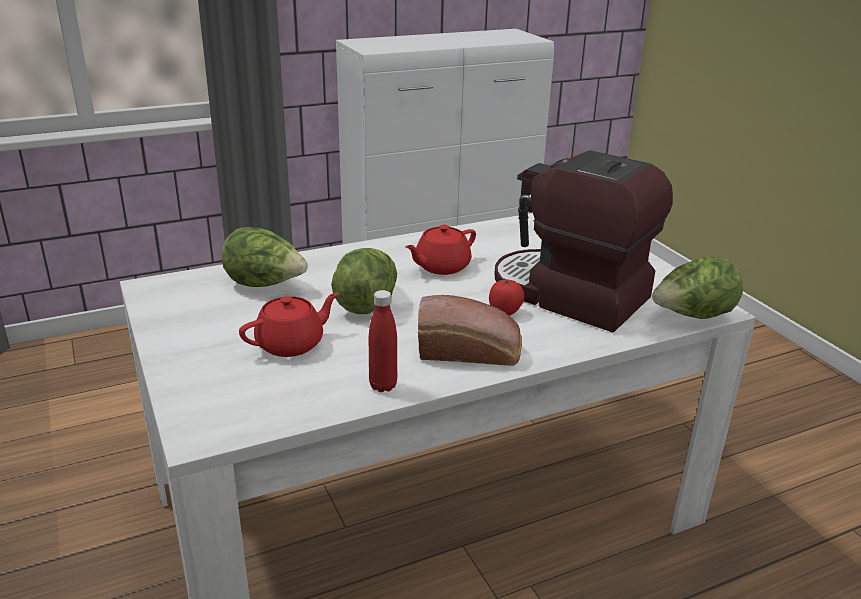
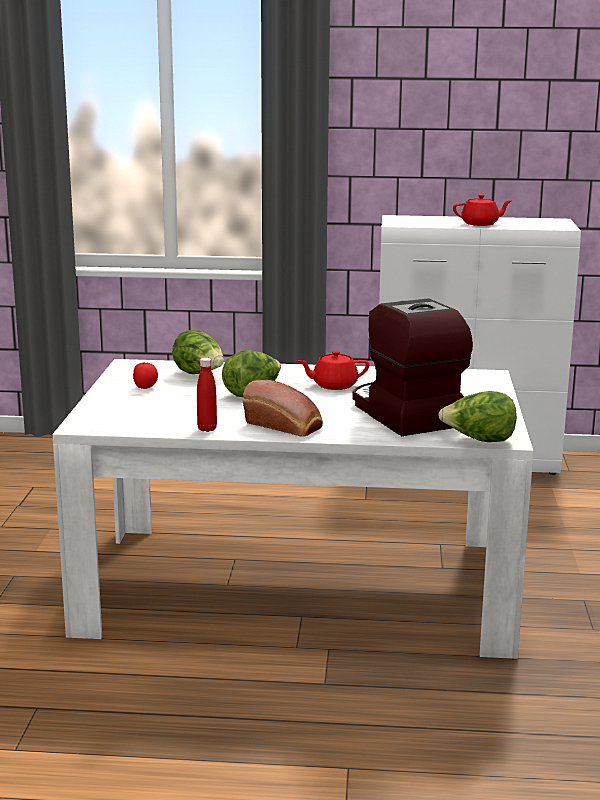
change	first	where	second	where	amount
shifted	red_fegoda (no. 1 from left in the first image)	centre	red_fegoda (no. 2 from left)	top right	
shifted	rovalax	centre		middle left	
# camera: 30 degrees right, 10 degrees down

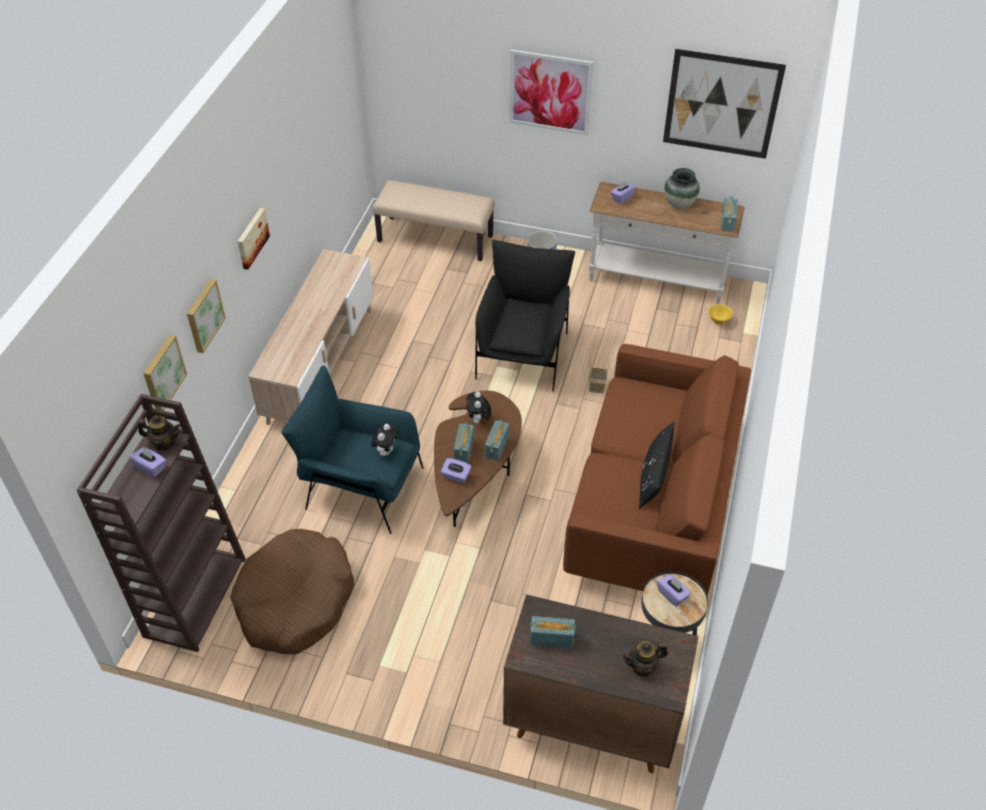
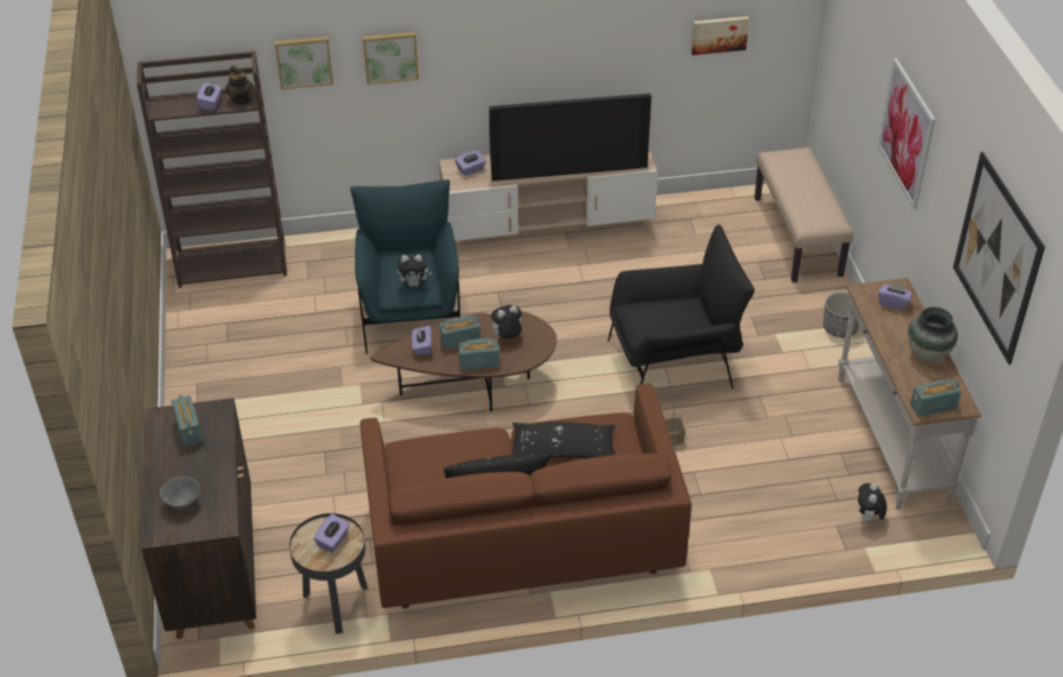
change	first	where	second	where	amount
gone	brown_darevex	bottom left			
new			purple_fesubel (no. 4 from left)	top centre	
new			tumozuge	top centre	
new			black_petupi (no. 2 from left)	centre	
shifted	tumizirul (no. 3 from left)	top left		top right	
swapped	fegoda (no. 2 from left)	bottom centre	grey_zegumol	bottom left	
swapped	yellow_zegumol	middle right	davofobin (no. 3 from left)	bottom right	
# camera: 65 degrees right, 5 degrees down

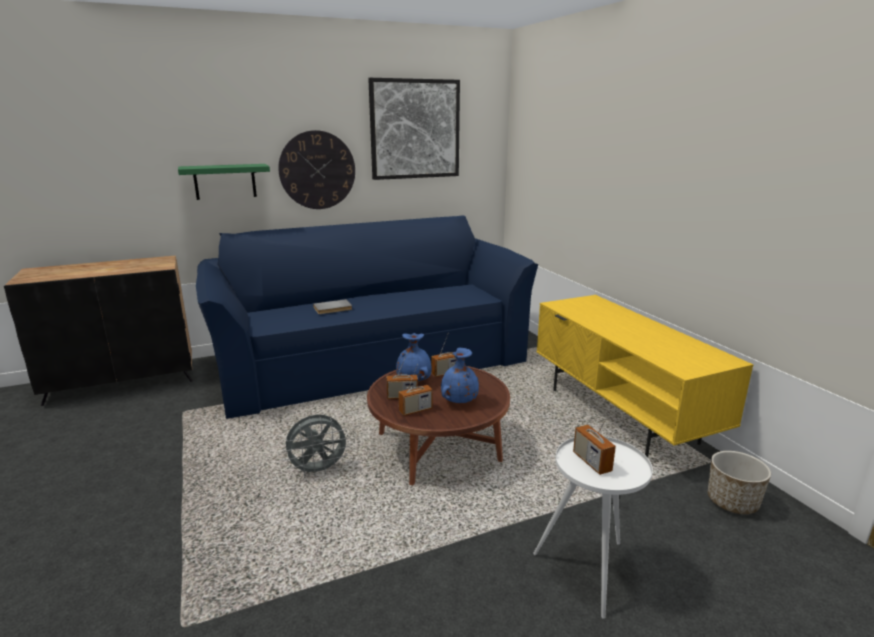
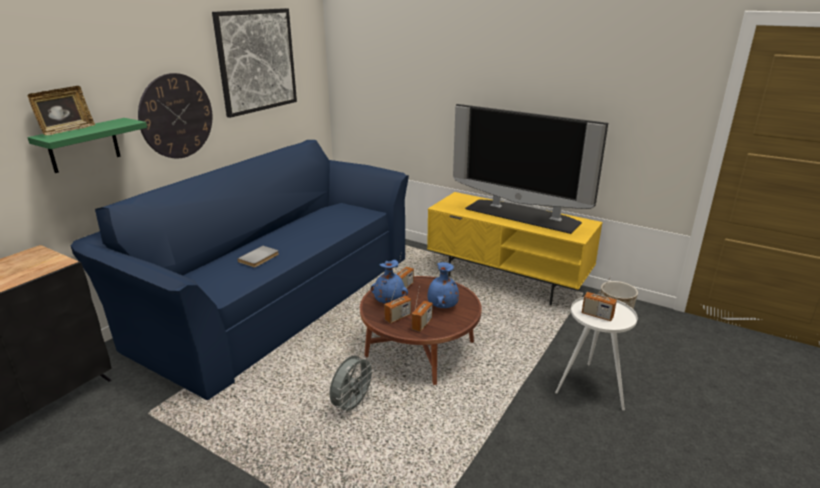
change	first	where	second	where	amount
new			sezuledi	top left	
new			tumozuge	centre	
# camera: 35 degrees left, 5 degrees up

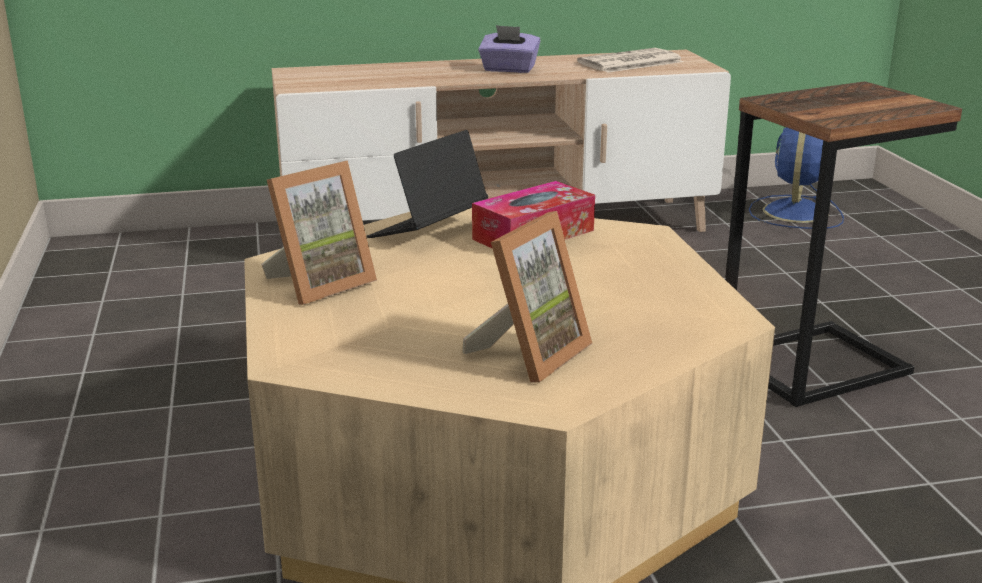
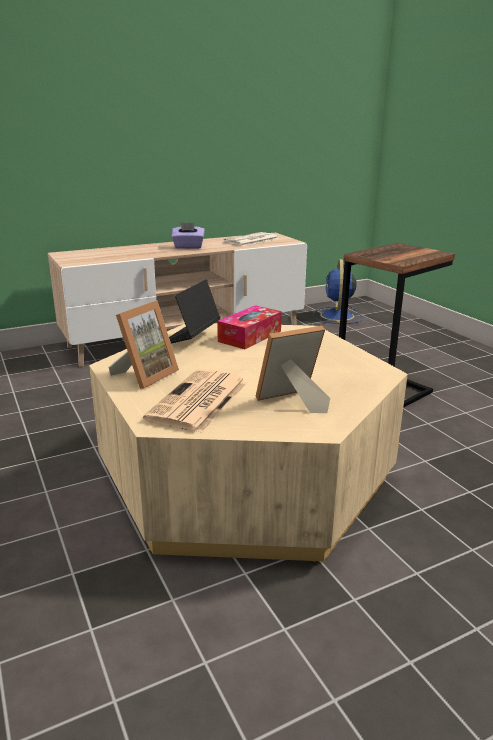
change	first	where	second	where	amount
new			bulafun (no. 1 from left)	centre	
rotated	sezuledi (no. 2 from left)	centre		centre	135 degrees counterclockwise
# camera: 15 degrees left, 0 degrees up

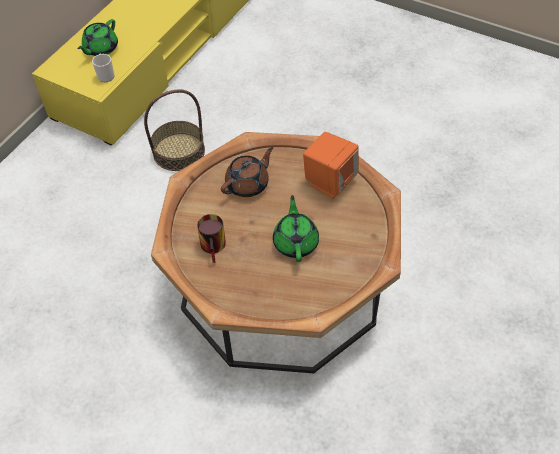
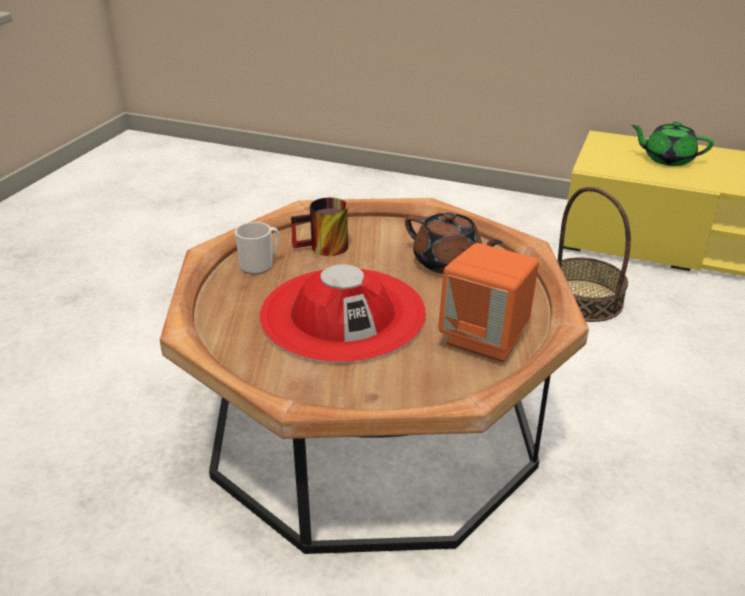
change	first	where	second	where	amount
shifted	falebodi (no. 1 from left)	top left		centre	
swapped	green_fegoda (no. 2 from left)	centre	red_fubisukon	centre	
# camera: 80 degrees right, 20 degrees down

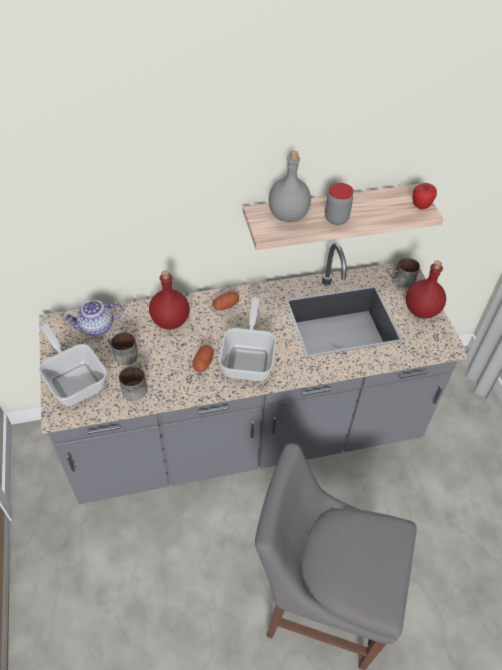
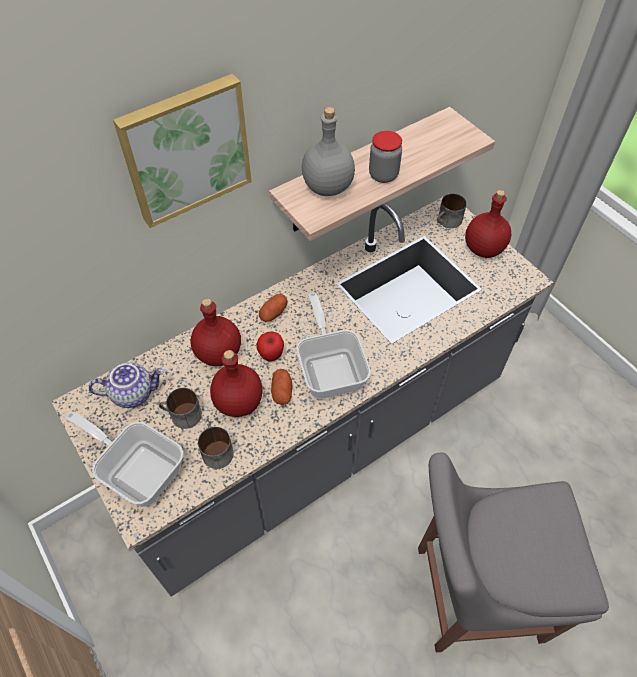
change	first	where	second	where	amount
new			tumizirul	top left	
new			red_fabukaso (no. 2 from left)	centre	
shifted	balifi	top right		centre	
rotated	fegoda	middle left		middle left	150 degrees counterclockwise
# camera: 20 degrees left, 5 degrees up

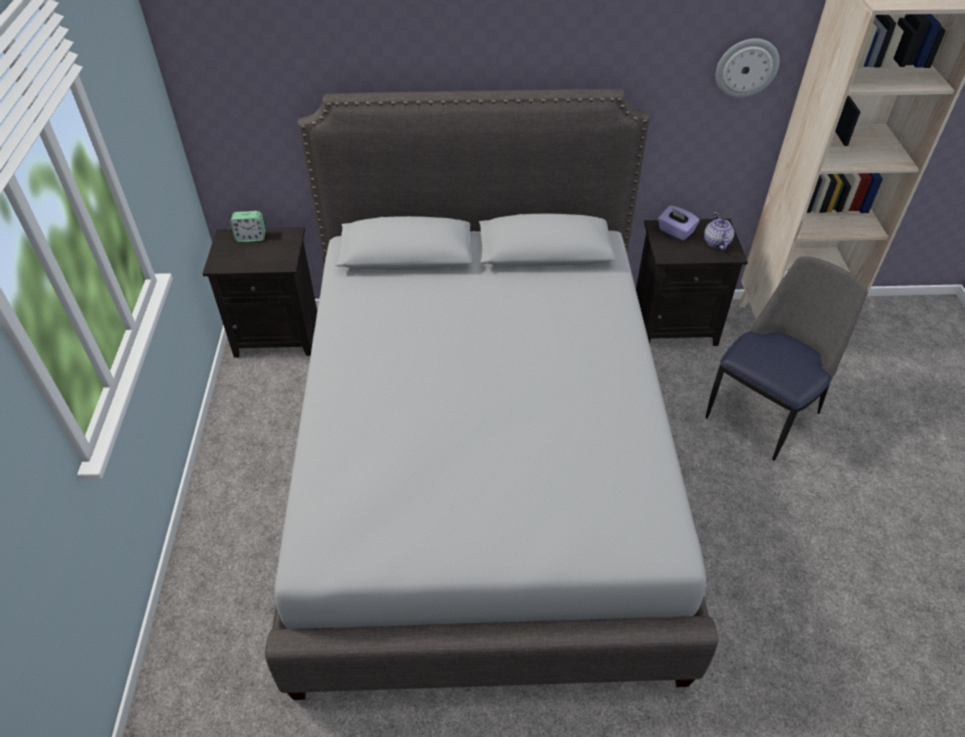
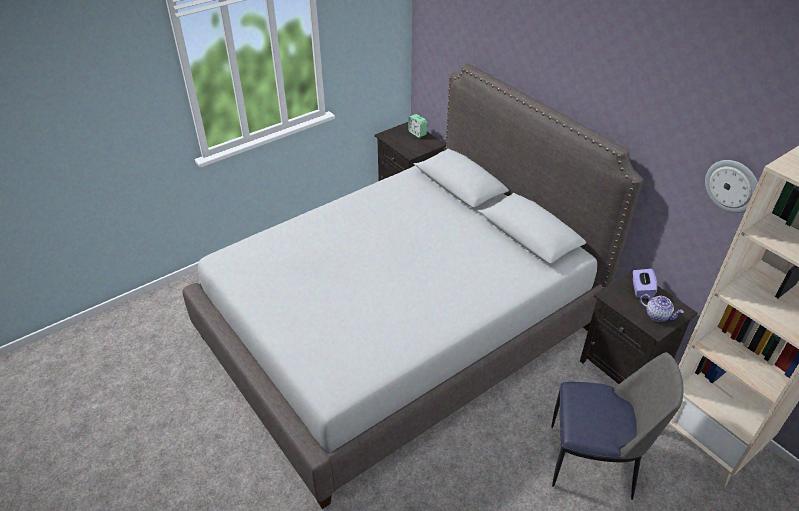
change	first	where	second	where	amount
rotated	fegoda	top right		middle right	75 degrees clockwise
# camera: 55 degrees right, 5 degrees down

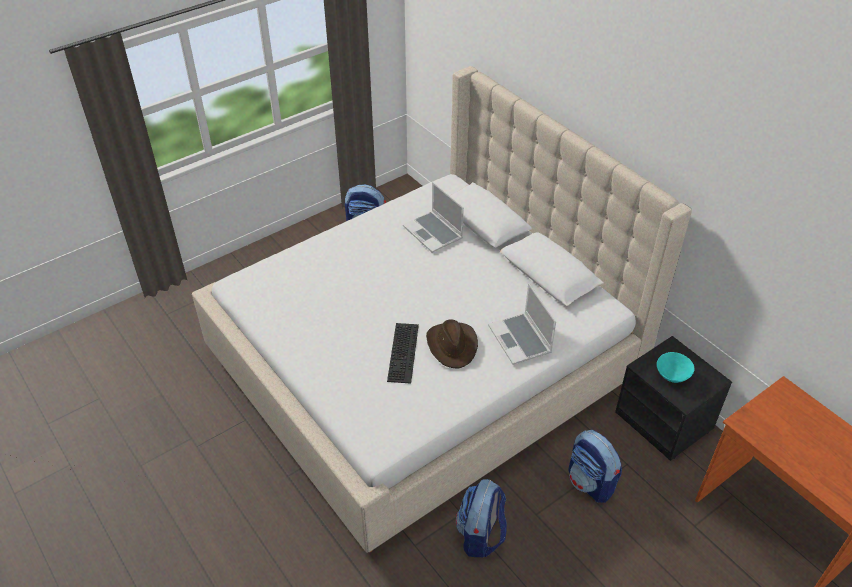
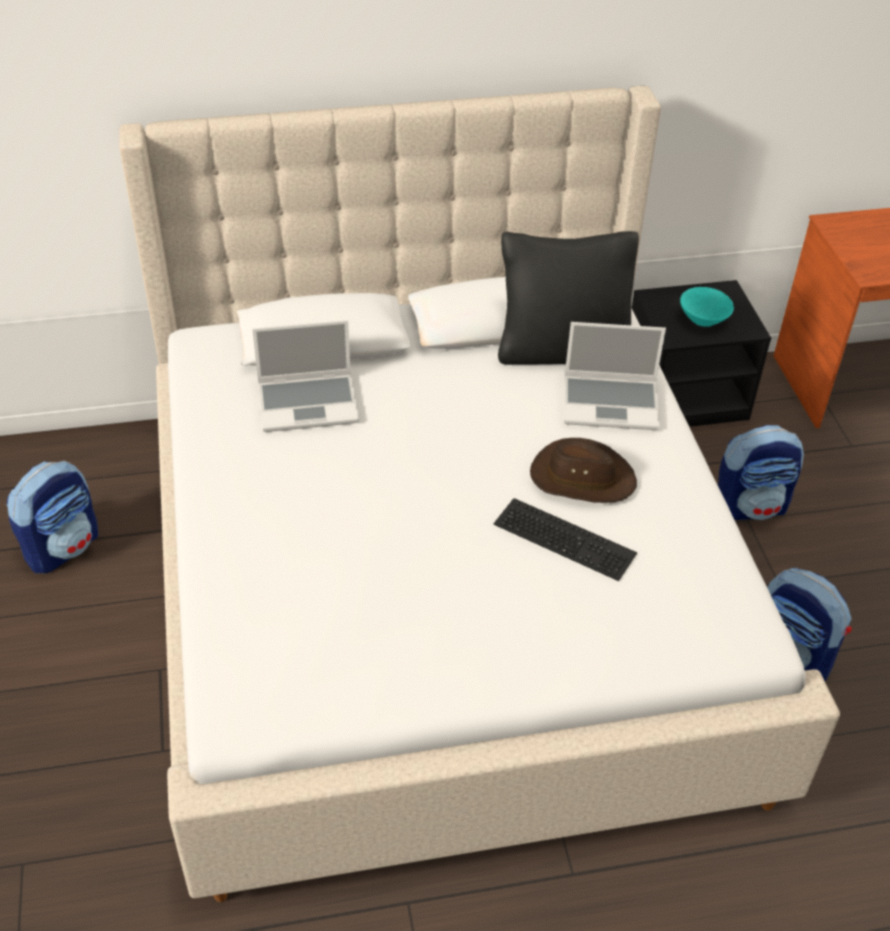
change	first	where	second	where	amount
new			black_petupi	top centre	
# camera: 65 degrees left, 0 degrees up

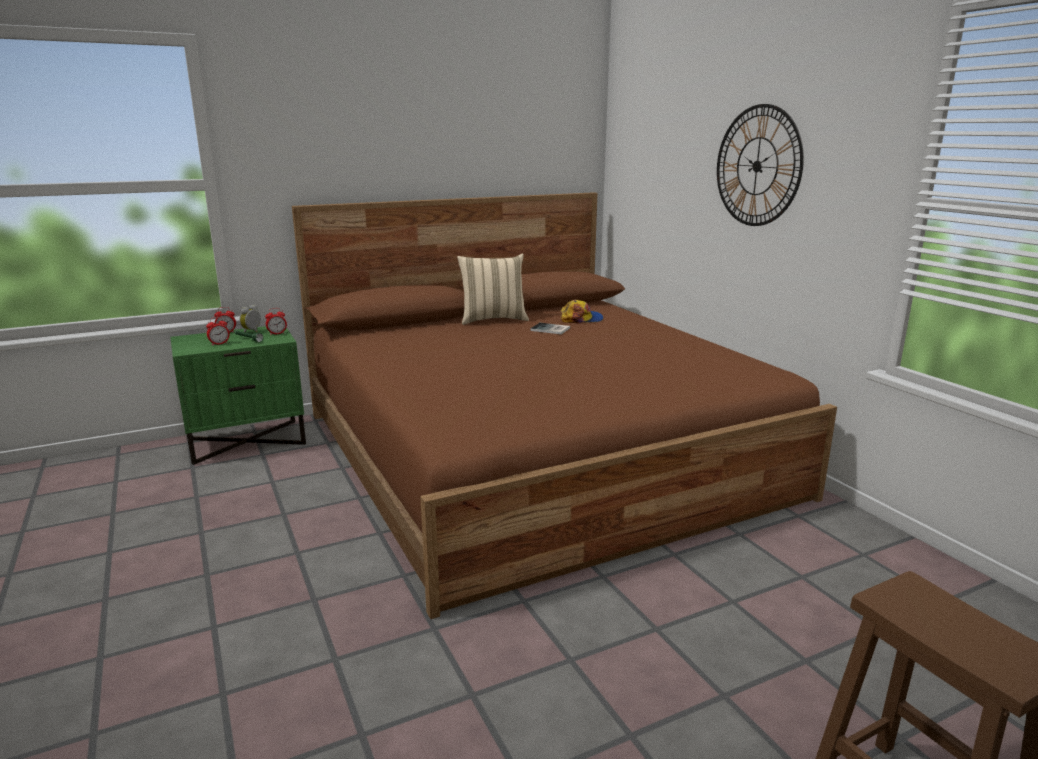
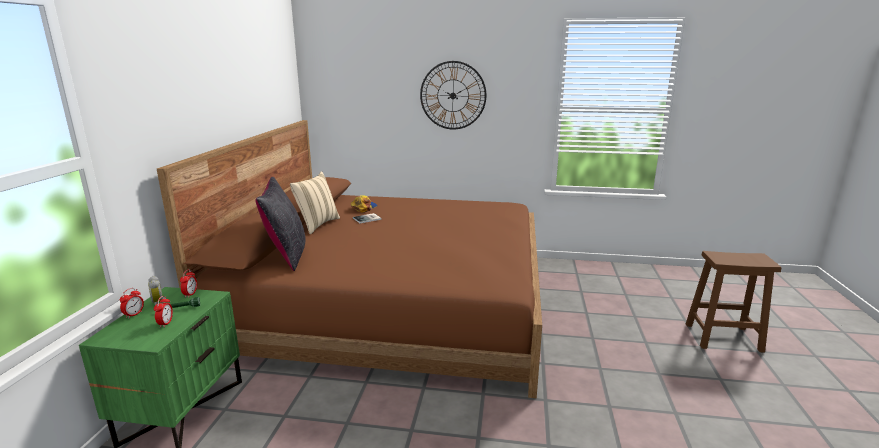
change	first	where	second	where	amount
new			black_petupi	middle left	
# camera: 55 degrees left, 0 degrees up

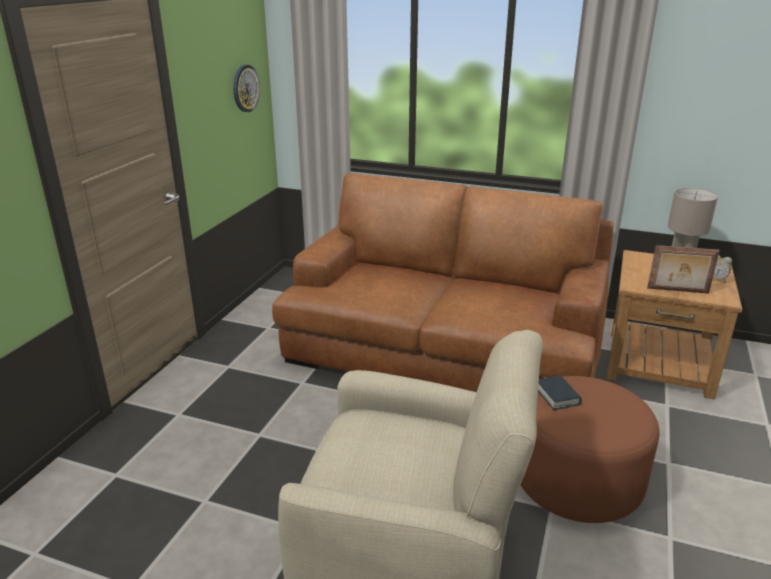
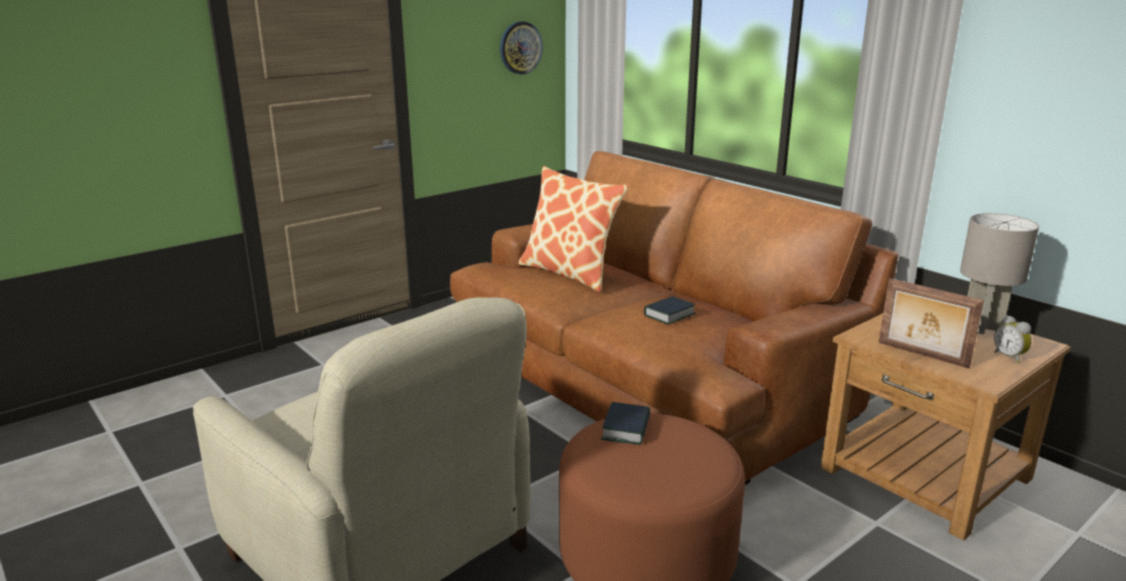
change	first	where	second	where	amount
new			petupi	centre	
new			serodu (no. 2 from left)	centre	
# camera: 30 degrees right, 5 degrees down

